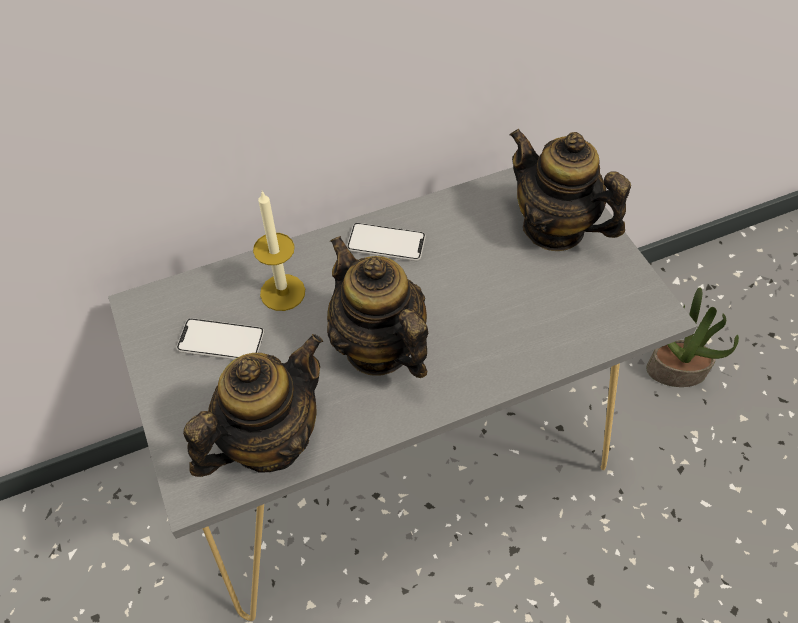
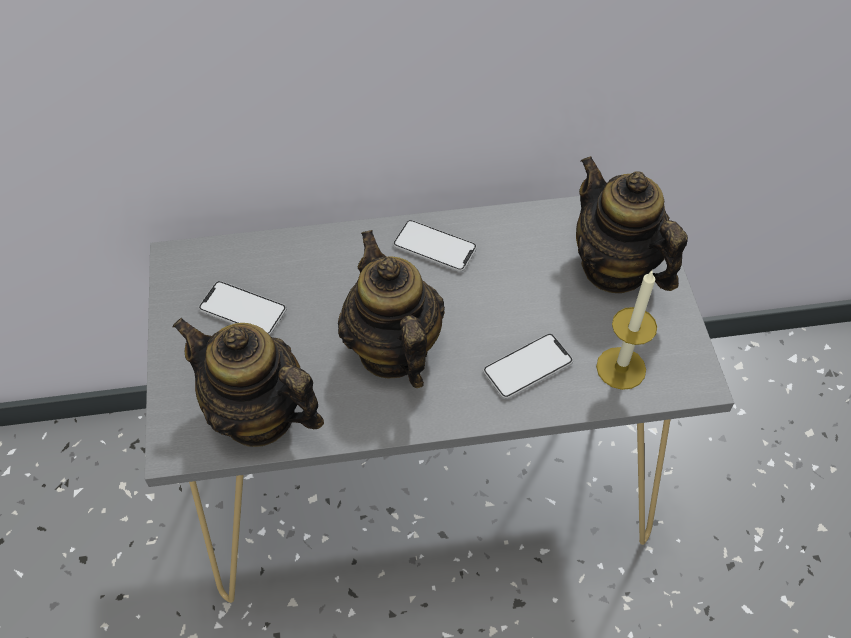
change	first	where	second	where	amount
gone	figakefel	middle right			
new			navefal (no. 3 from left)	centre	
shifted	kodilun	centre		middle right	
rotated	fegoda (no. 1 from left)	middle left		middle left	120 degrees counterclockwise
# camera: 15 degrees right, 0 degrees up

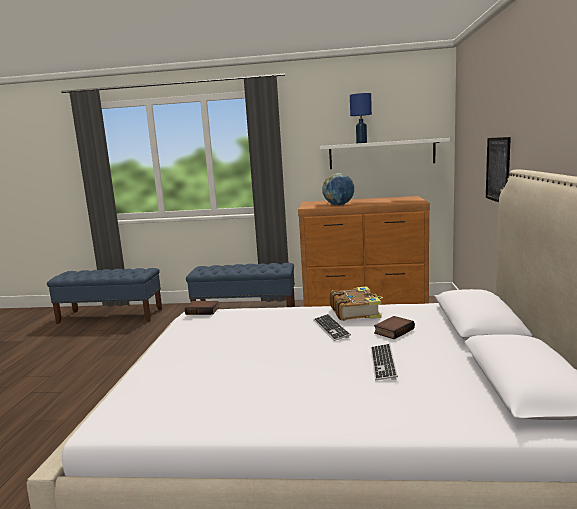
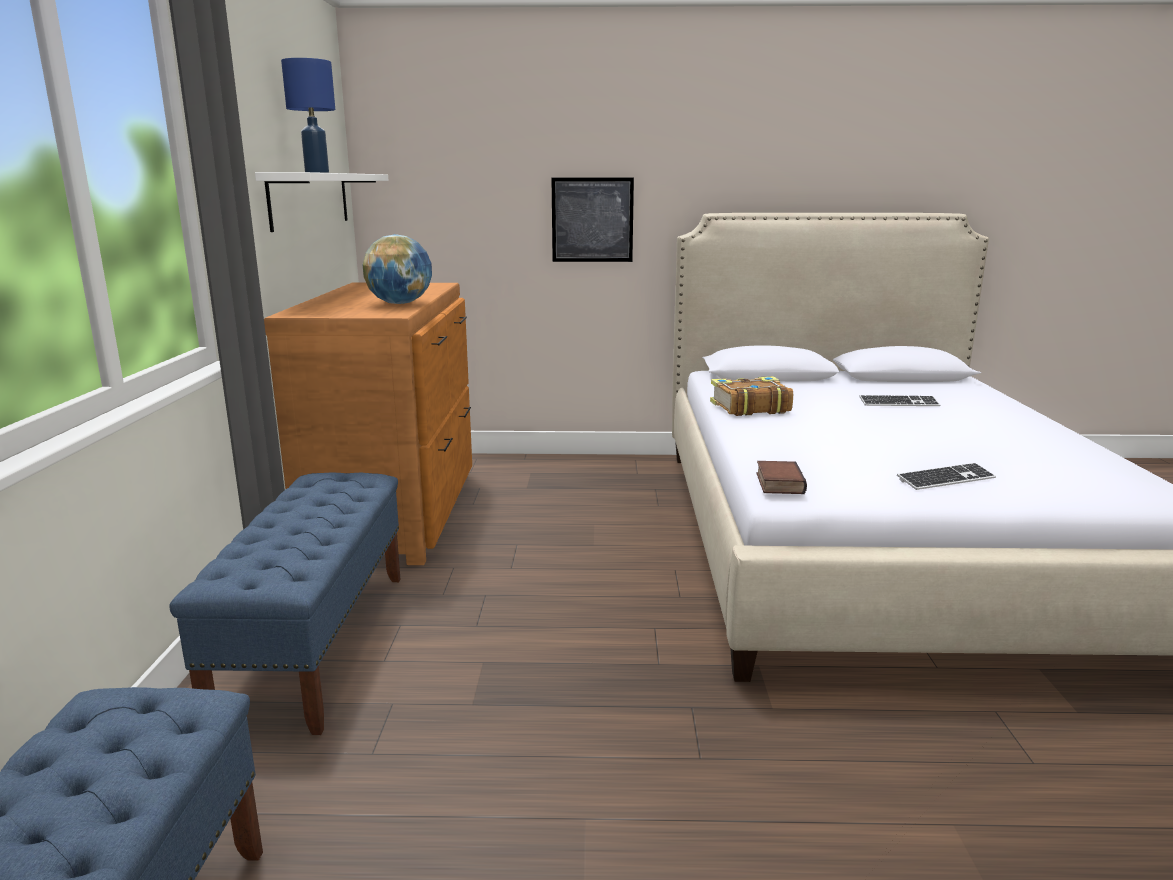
change	first	where	second	where	amount
gone	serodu (no. 3 from left)	middle right			
shifted	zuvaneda (no. 1 from left in the first image)	centre	zuvaneda (no. 2 from left)	middle right	
# camera: 95 degrees left, 5 degrees up

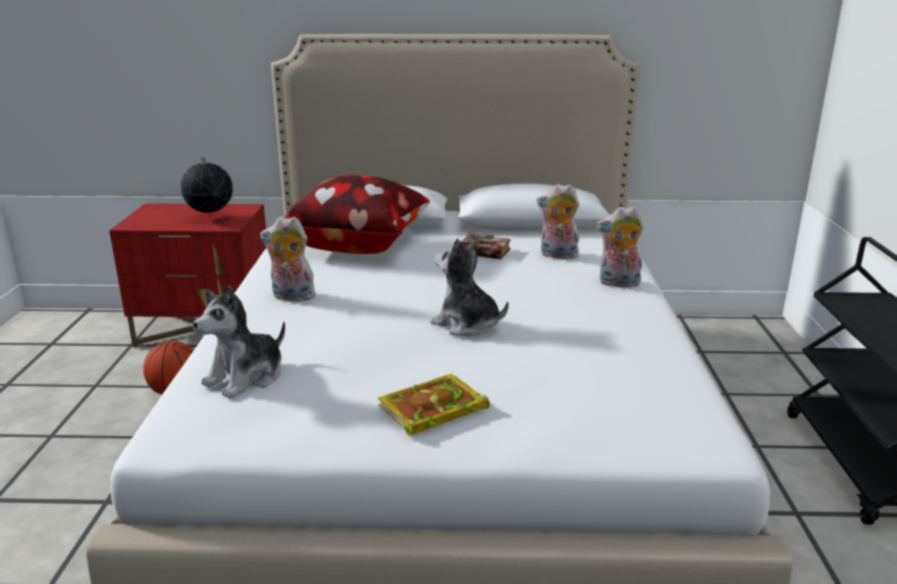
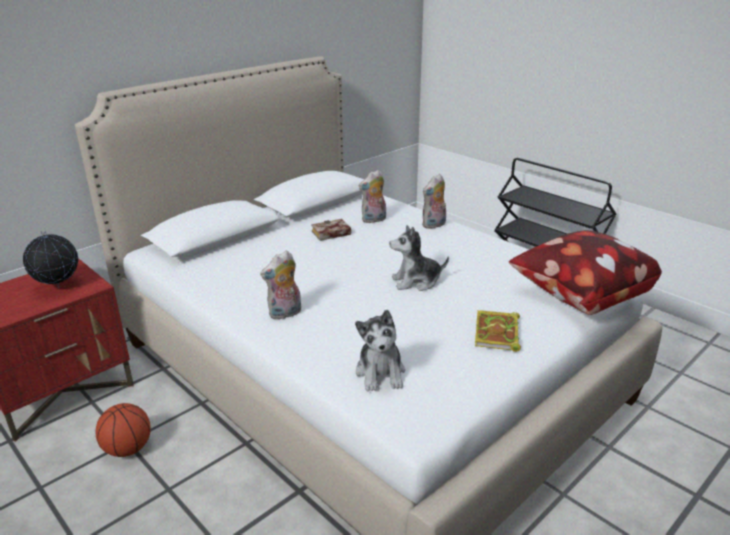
change	first	where	second	where	amount
shifted	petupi	centre		middle right	
# camera: 45 degrees left, 5 degrees up

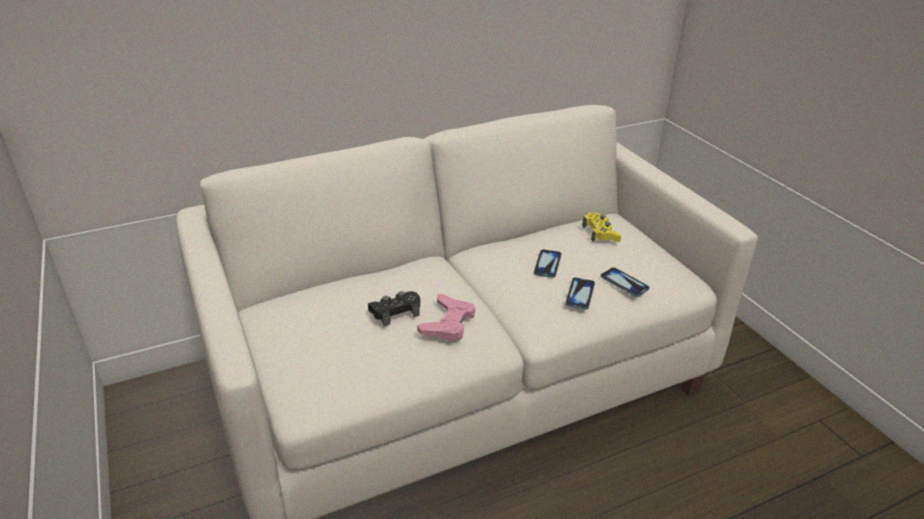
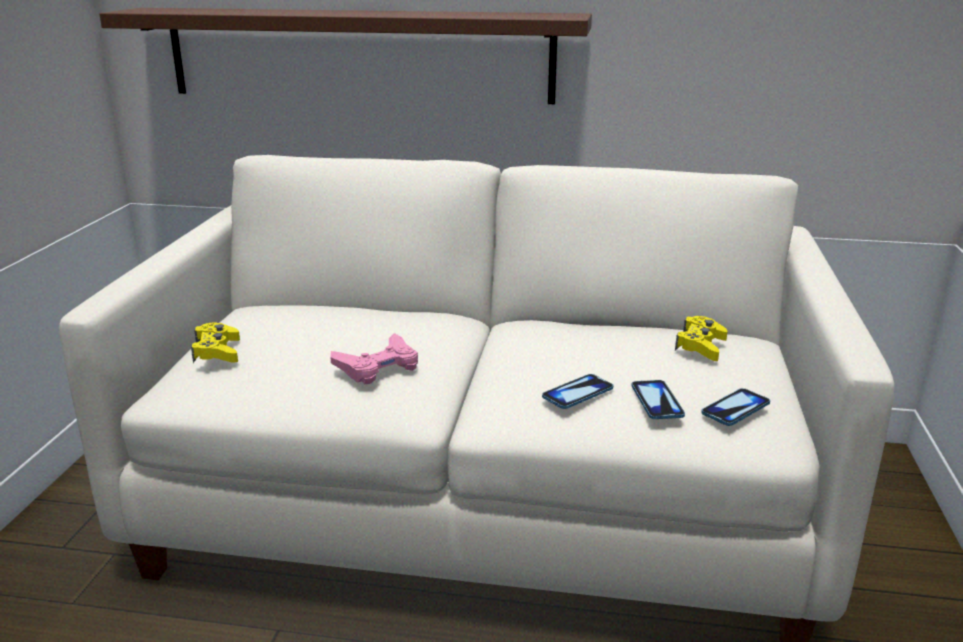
change	first	where	second	where	amount
gone	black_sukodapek	centre			
new			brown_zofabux	top centre	
new			yellow_sukodapek (no. 1 from left)	middle left	
shifted	navefal (no. 1 from left in the first image)	centre	navefal (no. 3 from left)	middle right	
# camera: 35 degrees right, 10 degrees down

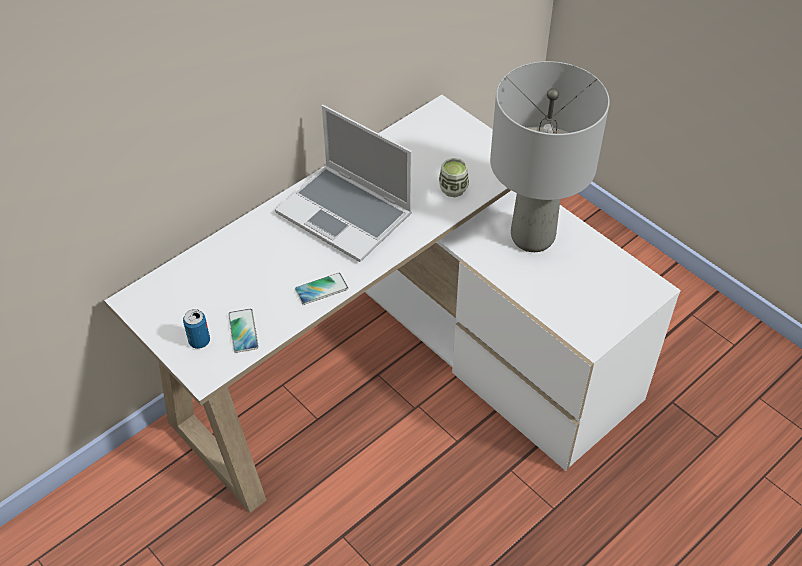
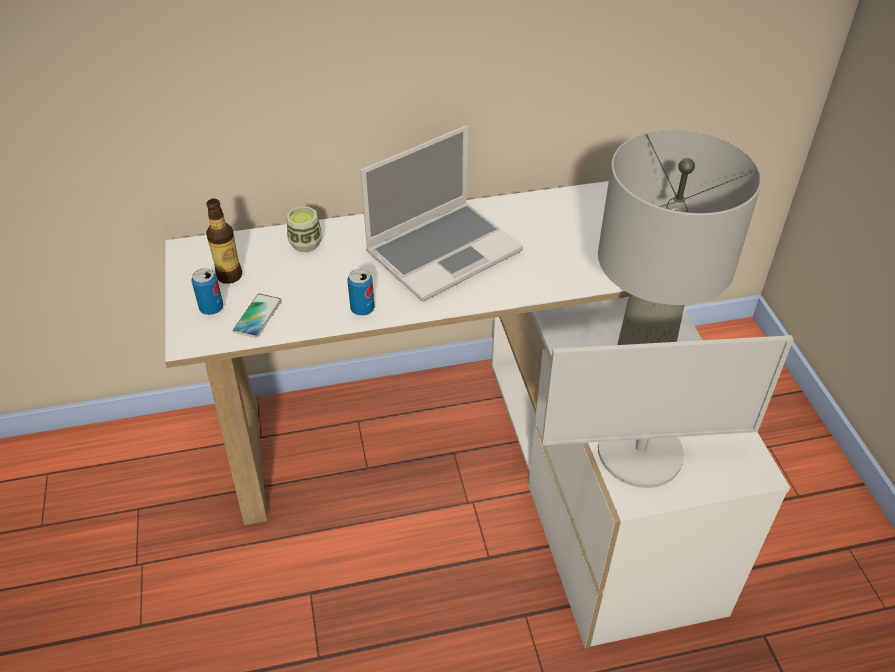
change	first	where	second	where	amount
new			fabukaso	middle left	
new			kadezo	middle right	
shifted	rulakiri	top centre		centre	
swapped	navefal (no. 2 from left)	centre	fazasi (no. 2 from left)	centre	
rotated	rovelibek	top centre		top centre	105 degrees counterclockwise
# camera: 30 degrees right, 5 degrees down

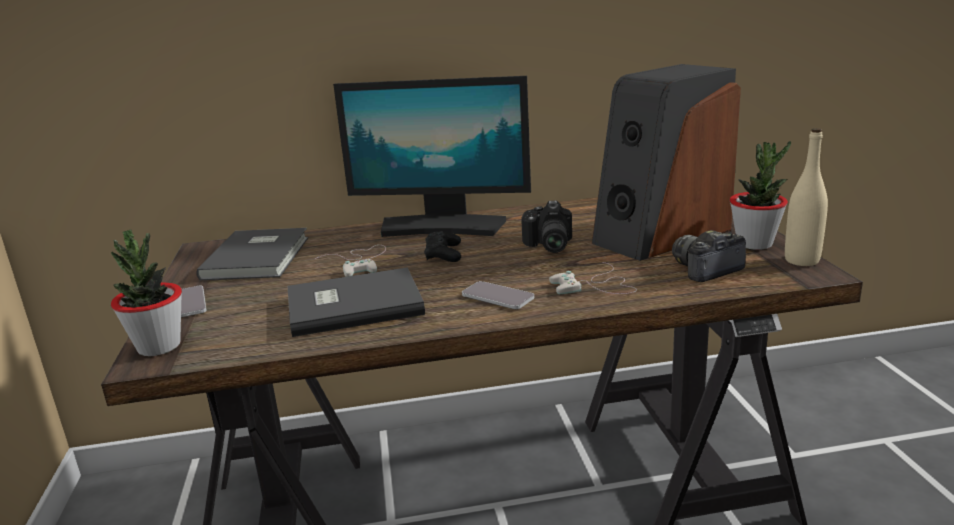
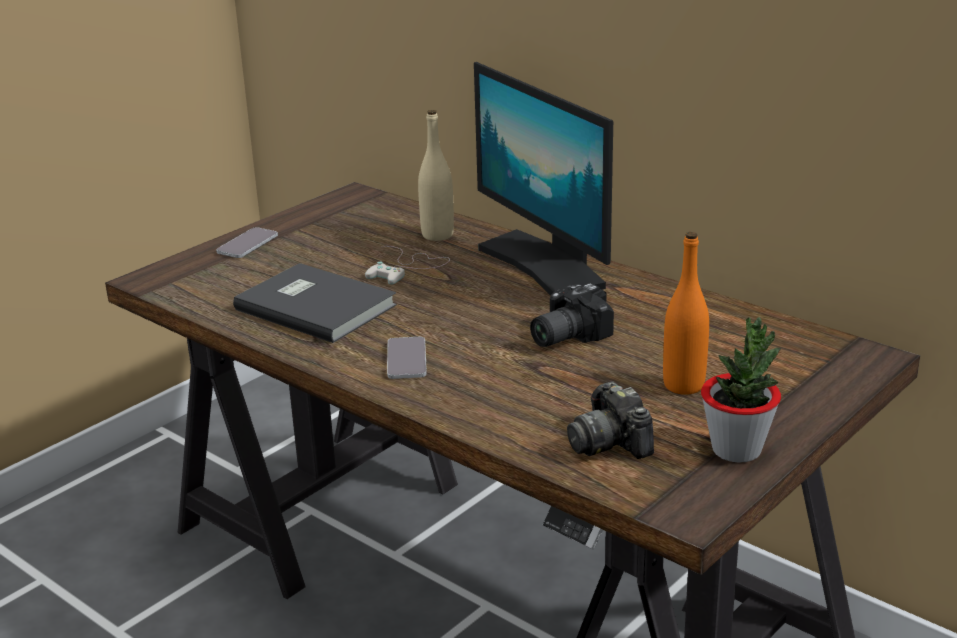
change	first	where	second	where	amount
gone	figakefel (no. 1 from left)	middle left			
gone	grey_serodu (no. 1 from left)	middle left			
gone	black_sukodapek	centre			
gone	white_sukodapek (no. 2 from left)	centre			
shifted	beige_fabukaso	middle right		top centre	
swapped	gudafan	top right	orange_fabukaso	middle right	
rotated	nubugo (no. 2 from left)	middle right		centre	135 degrees counterclockwise
# camera: 50 degrees right, 5 degrees up

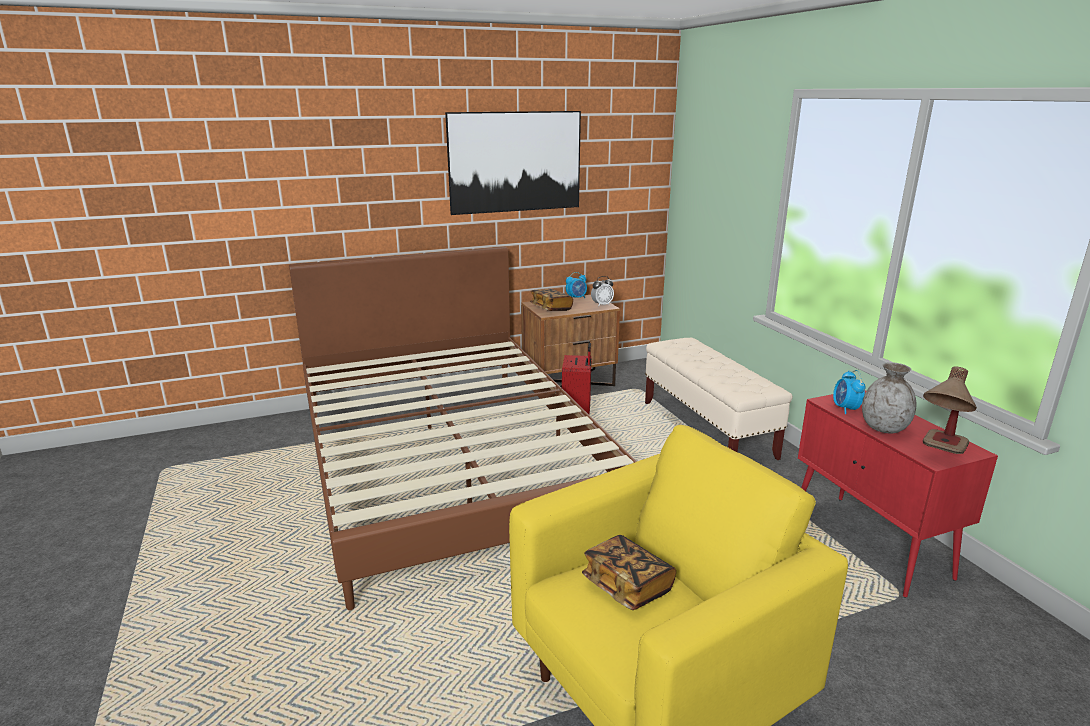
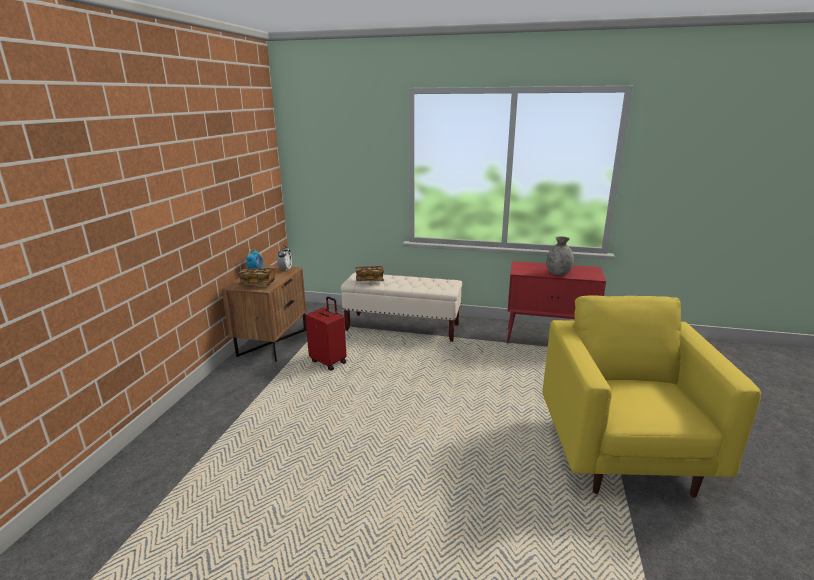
change	first	where	second	where	amount
gone	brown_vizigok	centre			
gone	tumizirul	top centre			
gone	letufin (no. 3 from left)	middle right			
gone	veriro	middle right			
shifted	serodu (no. 2 from left)	bottom centre		centre	
# camera: 55 degrees left, 0 degrees up

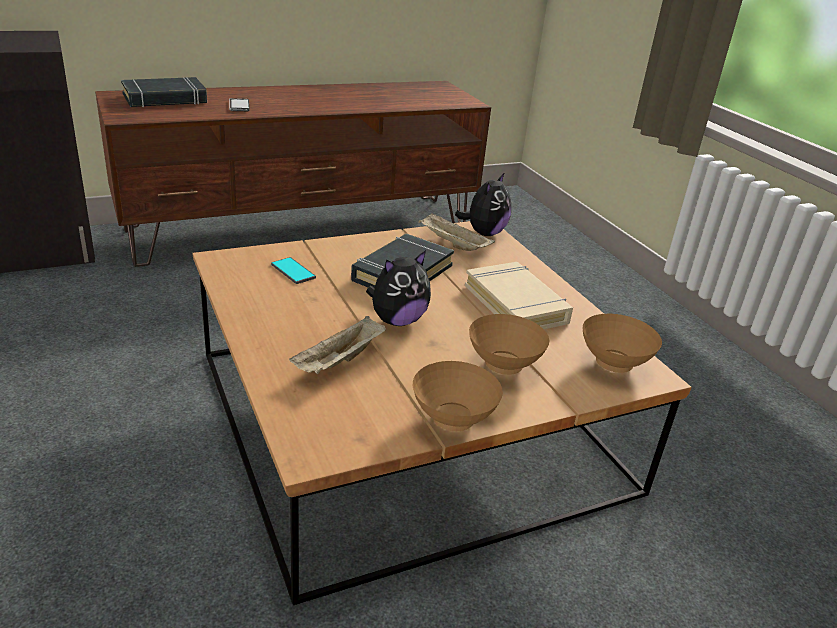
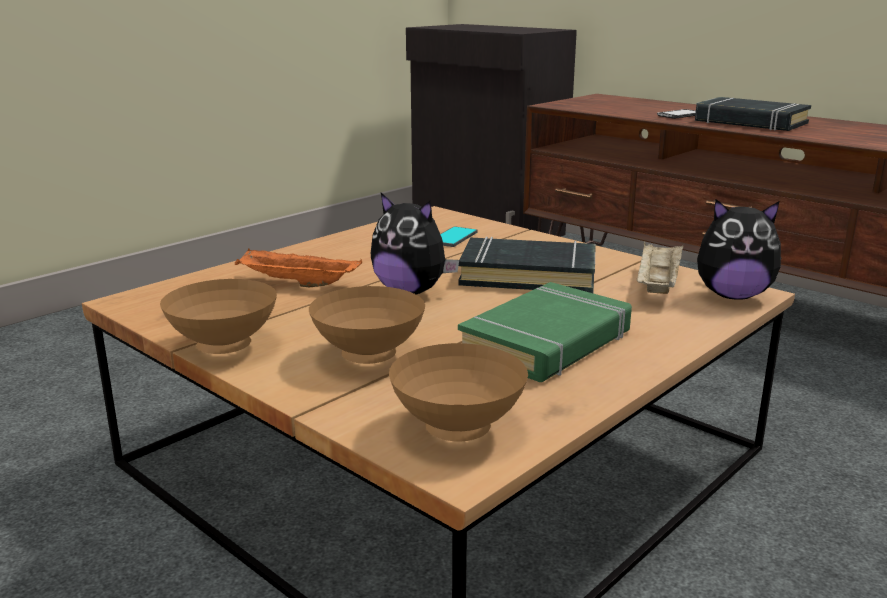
change	first	where	second	where	amount
shifted	black_serodu (no. 1 from left in the first image)	top left	black_serodu (no. 2 from left)	top right	
repainted	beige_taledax (no. 1 from left)	centre	orange_taledax	centre	
repainted	beige_serodu	centre	green_serodu	centre	
# camera: 70 degrees right, 10 degrees down

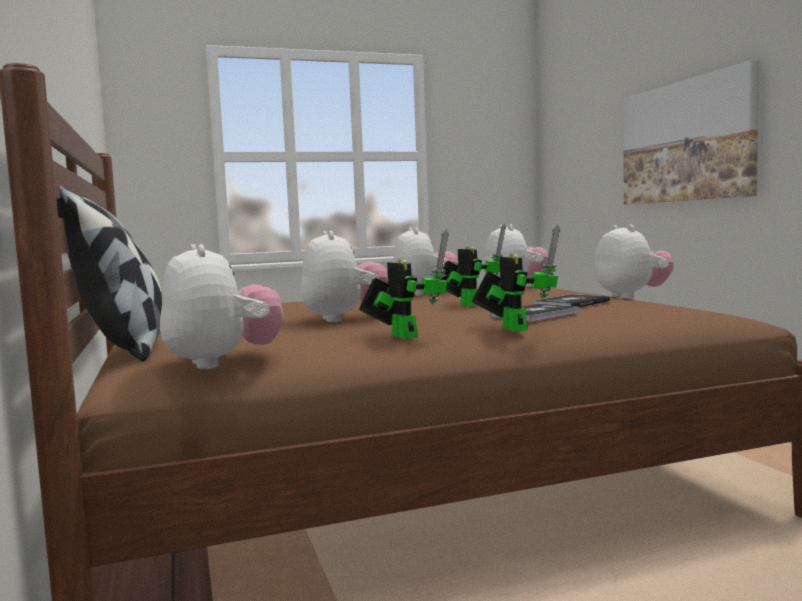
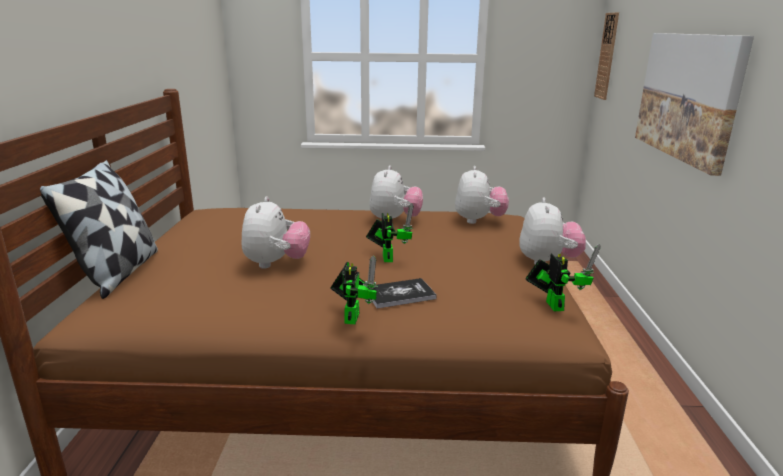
change	first	where	second	where	amount
gone	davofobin (no. 1 from left)	middle left			
gone	serodu (no. 2 from left)	middle right			
new			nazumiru	top right	
shifted	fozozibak (no. 1 from left in the first image)	centre	fozozibak (no. 3 from left)	middle right	
# camera: 20 degrees right, 15 degrees up

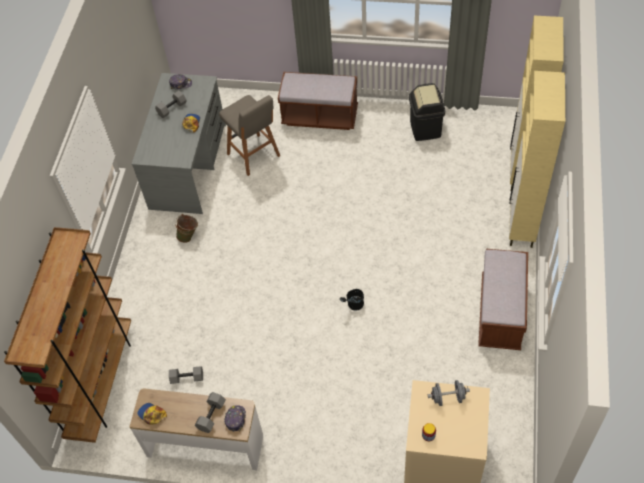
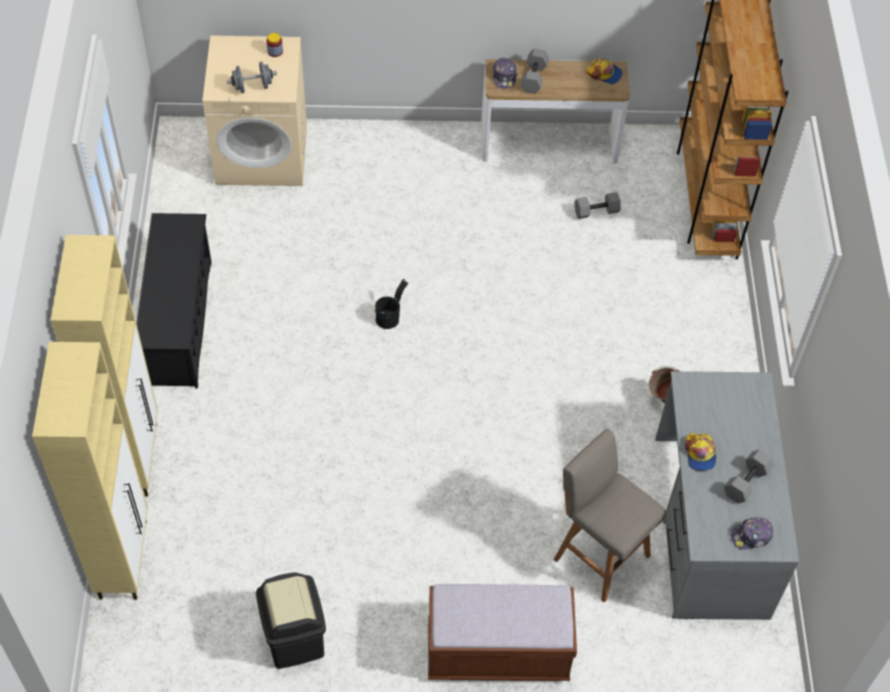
change	first	where	second	where	amount
swapped	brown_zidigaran (no. 2 from left)	middle right	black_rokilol	middle left	
# camera: 165 degrees right, 0 degrees up

